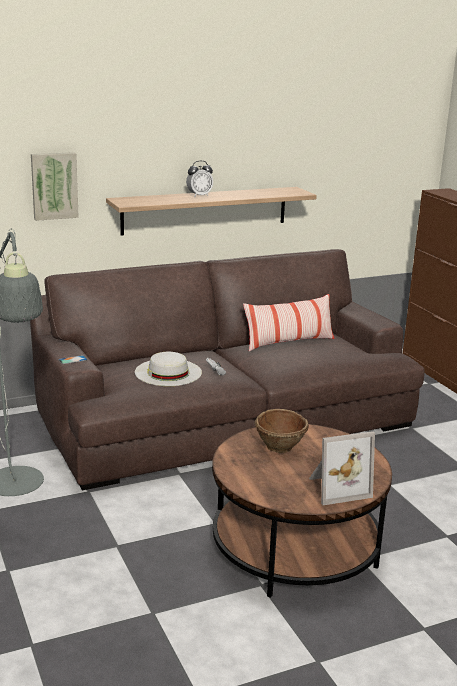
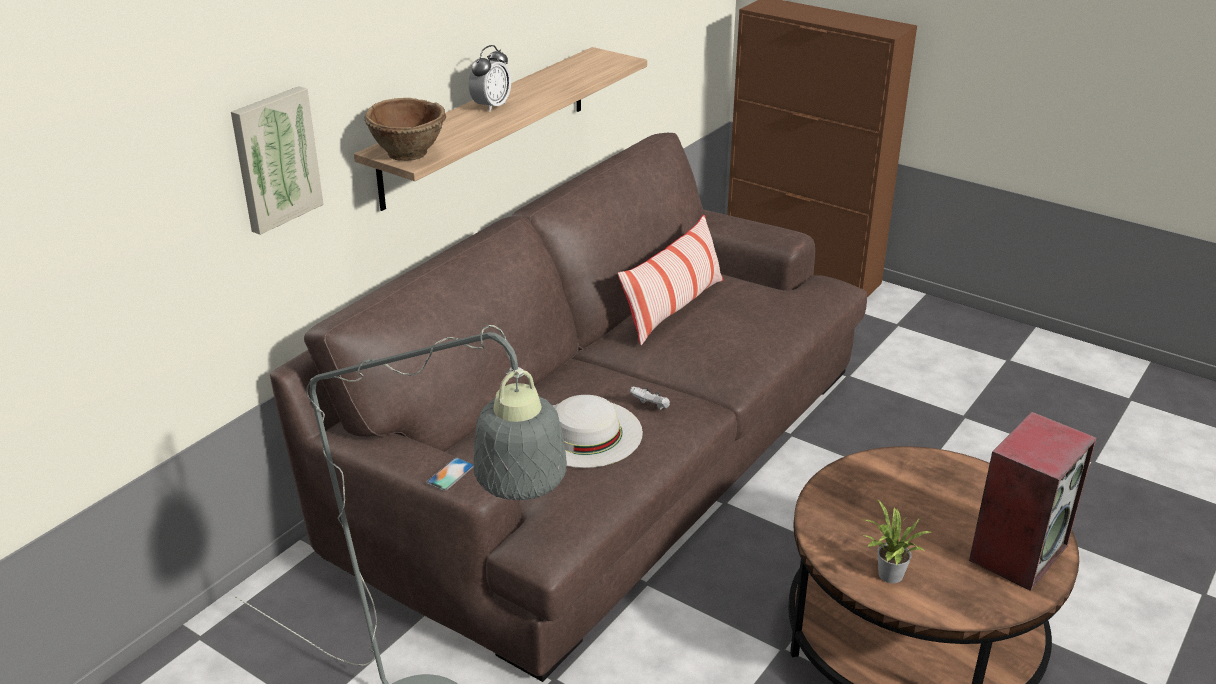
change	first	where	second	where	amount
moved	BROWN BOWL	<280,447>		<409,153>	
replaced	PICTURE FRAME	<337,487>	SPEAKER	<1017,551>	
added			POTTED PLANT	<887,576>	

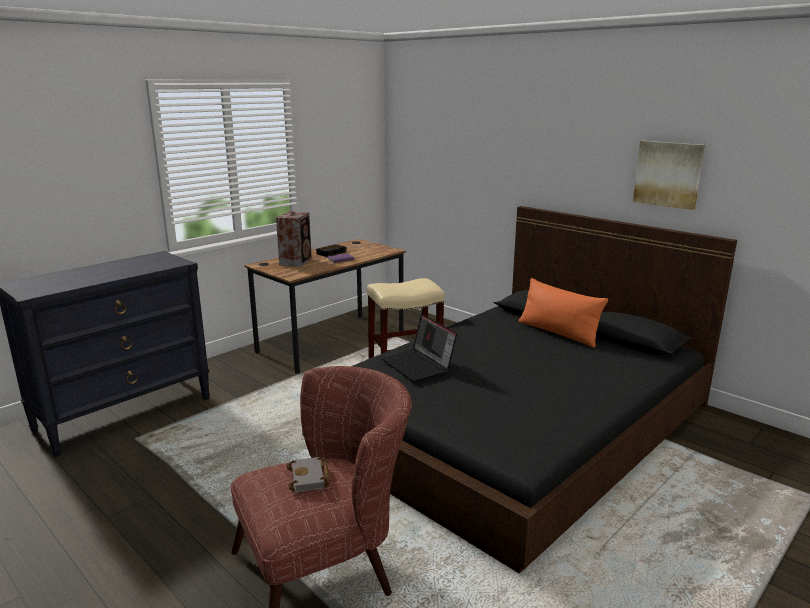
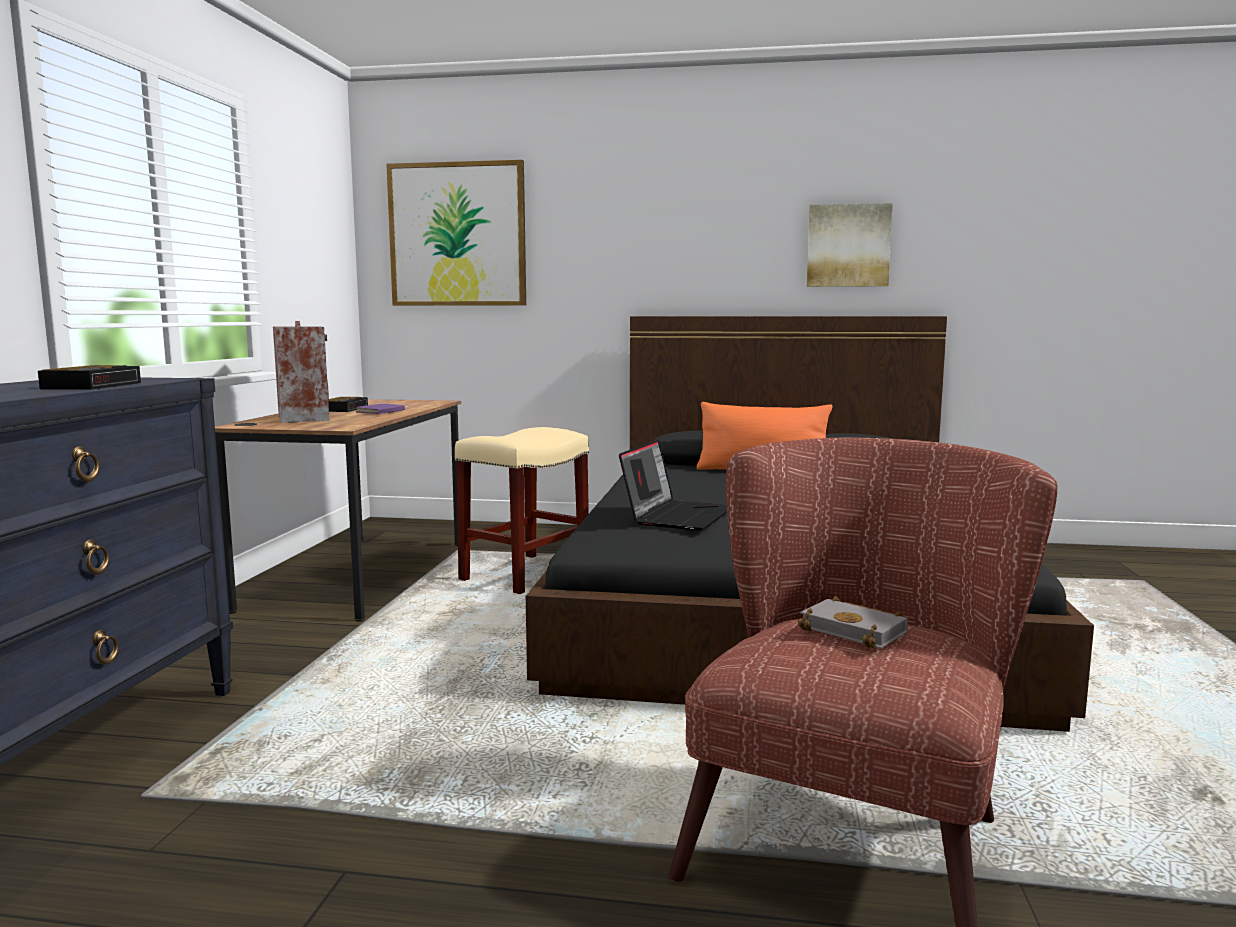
change	first	where	second	where	amount
turned	LAPTOP	<419,365>		<677,516>	90 degrees counterclockwise
added			ALARM CLOCK	<94,385>	
added			PICTURE	<457,235>	

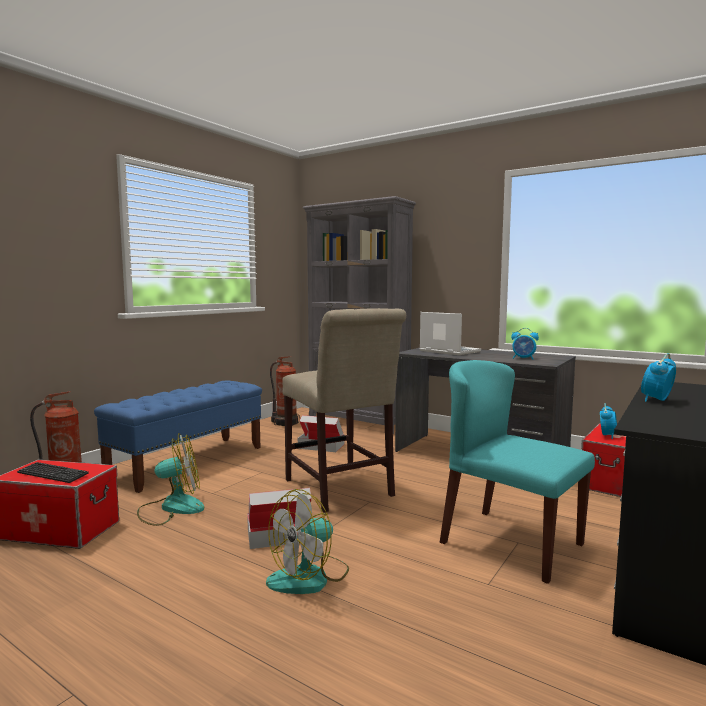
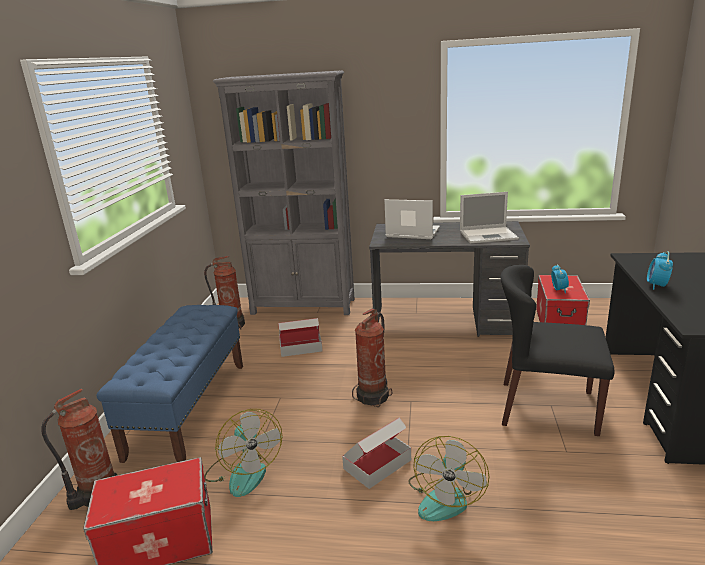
change	first	where	second	where	amount
removed	KEYBOARD	<52,474>			
turned	FAN	<171,508>		<243,471>	105 degrees clockwise
replaced	BEIGE CHAIR	<341,490>	FIRE EXTINGUISHER	<374,396>	
recoloured	TURQUOISE CHAIR	<510,543>	BLACK CHAIR	<546,408>	
replaced	ALARM CLOCK	<523,359>	LAPTOP	<489,235>	

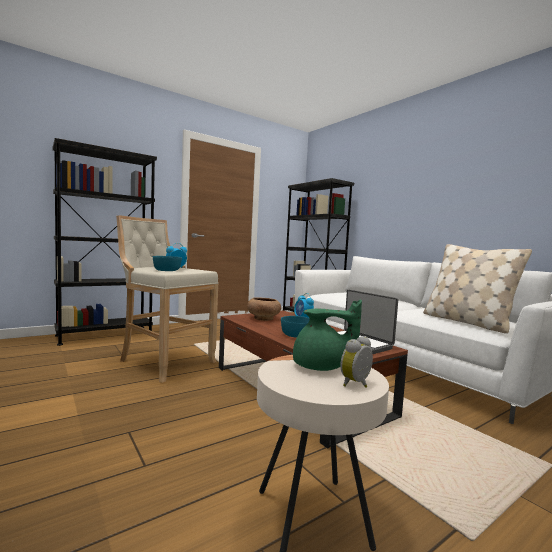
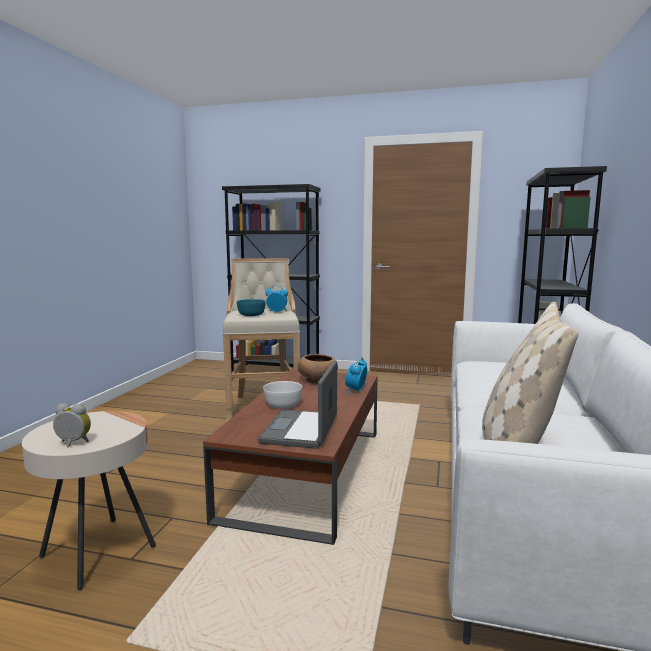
change	first	where	second	where	amount
recoloured	TURQUOISE BOWL	<296,335>	WHITE BOWL	<283,404>	
removed	GREEN TEAPOT	<321,367>			

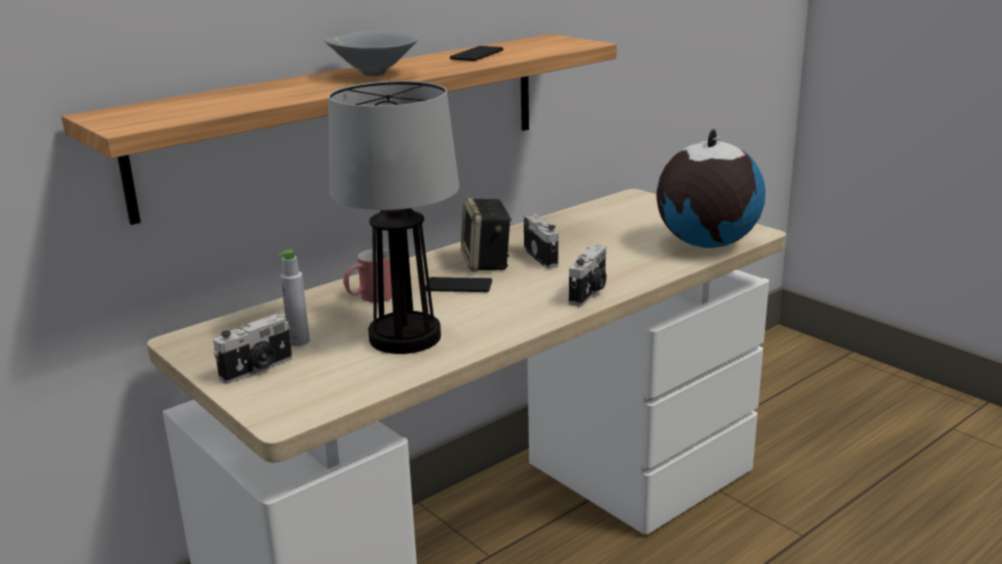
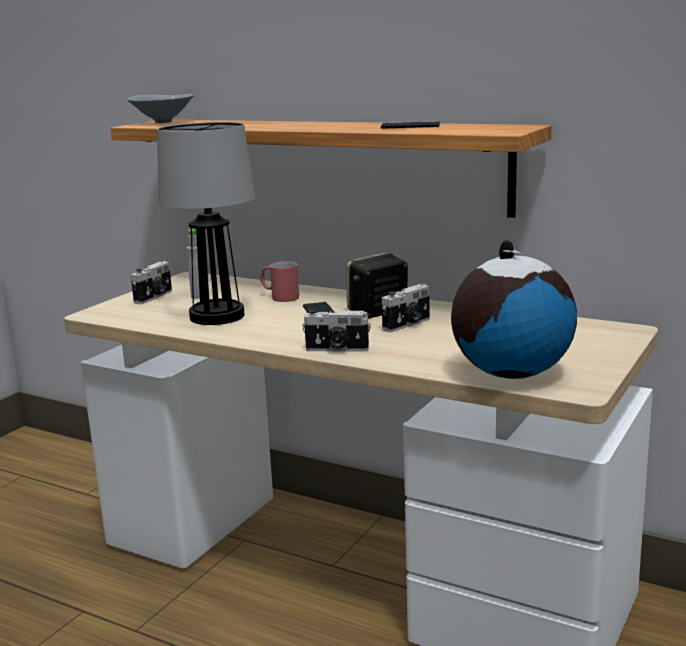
change	first	where	second	where	amount
turned	PHOTO CAMERA	<258,369>		<155,297>	90 degrees counterclockwise
moved	GREY BOWL	<372,74>		<164,122>	

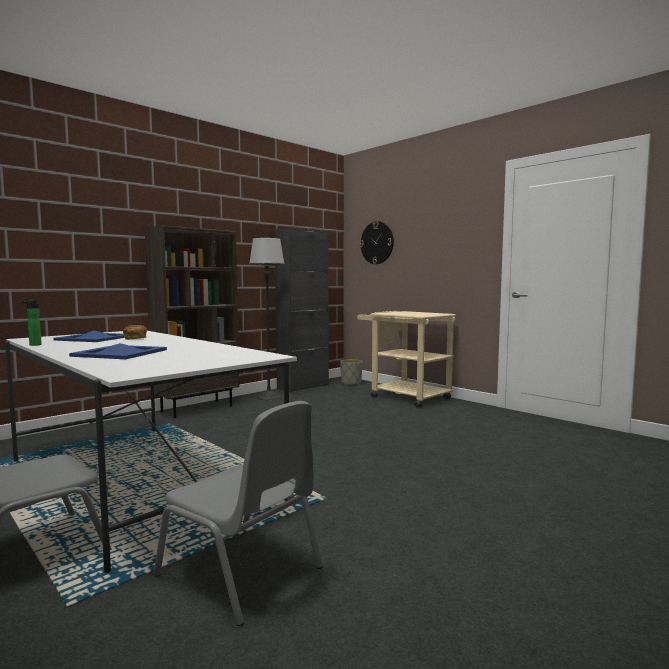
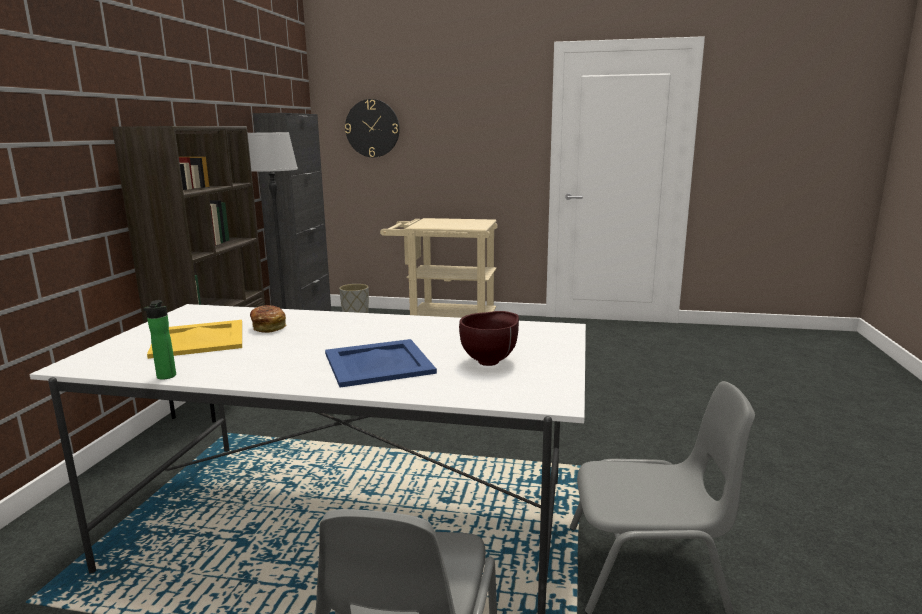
change	first	where	second	where	amount
recoloured	BLUE TRAY	<94,338>	YELLOW TRAY	<198,339>	
added			BROWN BOWL	<490,361>	

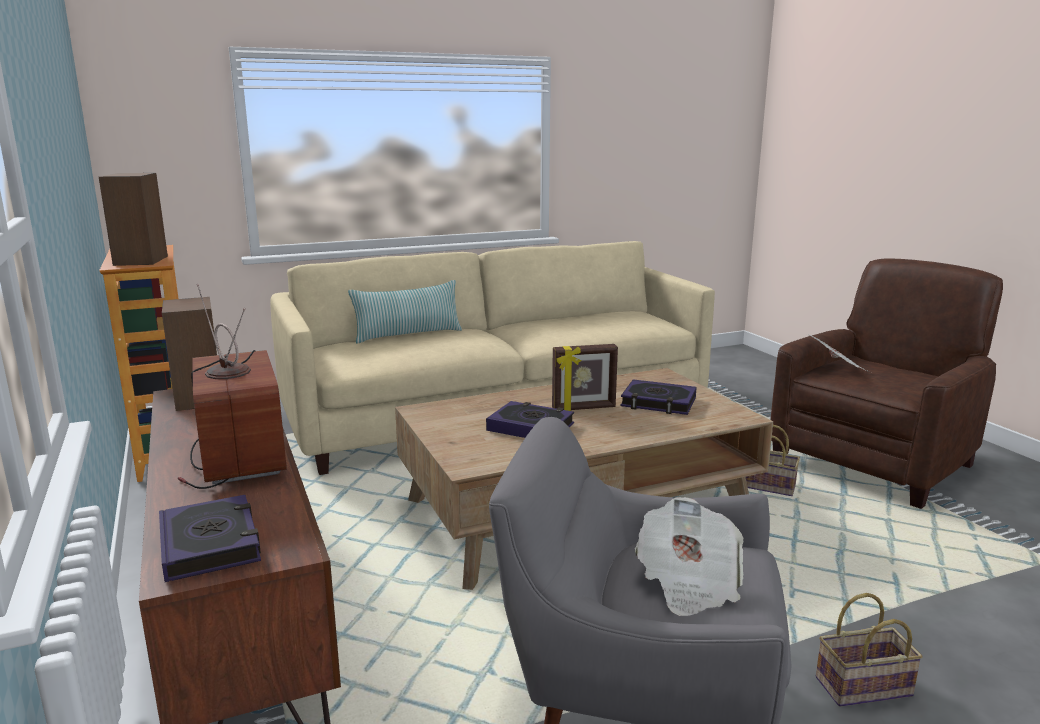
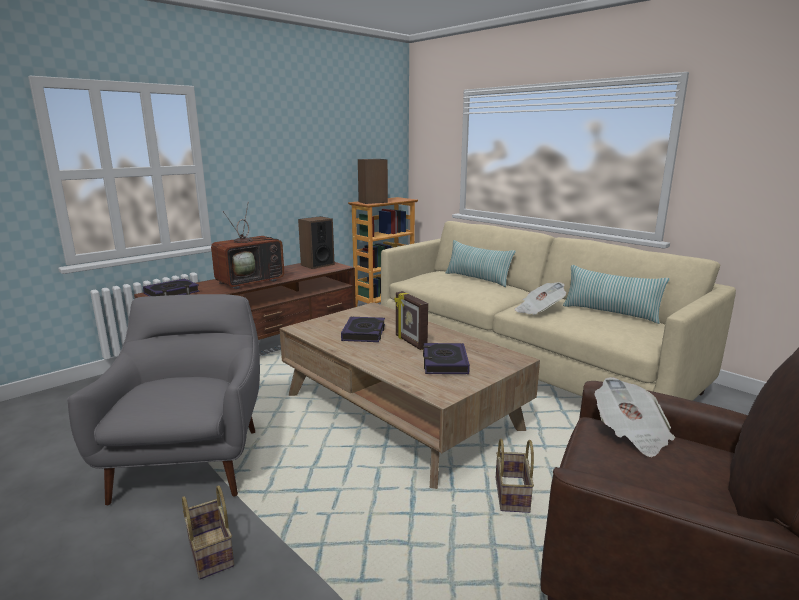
change	first	where	second	where	amount
moved	NEWSPAPER	<688,582>		<538,310>	
added			PILLOW	<610,313>	

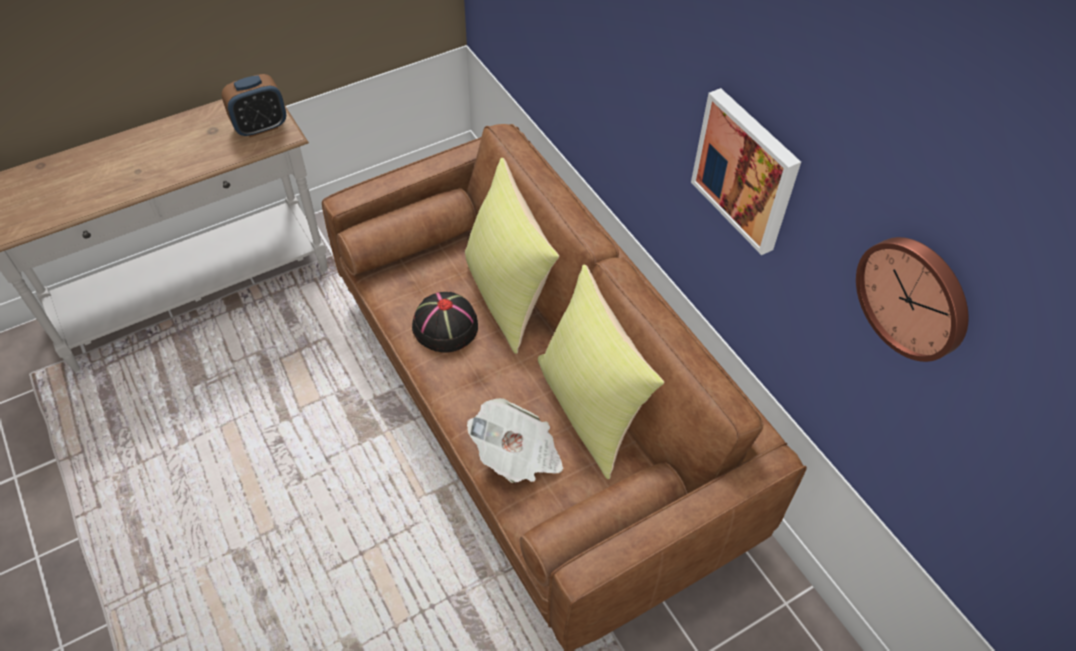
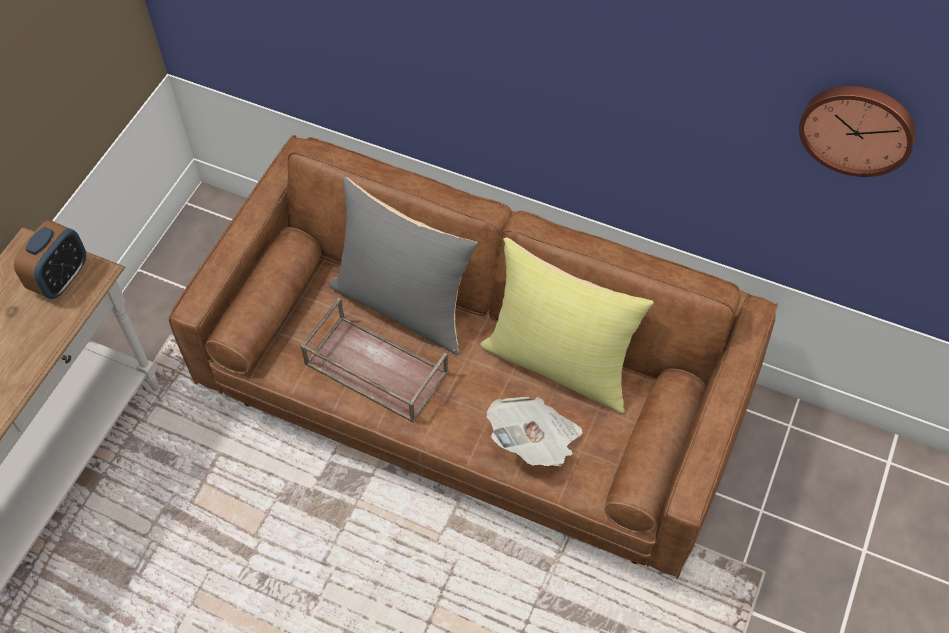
change	first	where	second	where	amount
replaced	BLACK HAT	<445,326>	BROWN TRAY	<374,369>	
recoloured	YELLOW PILLOW	<508,295>	GREY PILLOW	<404,304>	
removed	PICTURE	<747,170>			

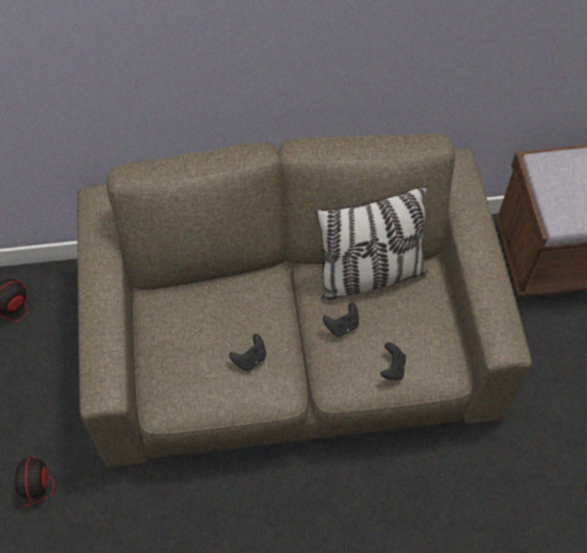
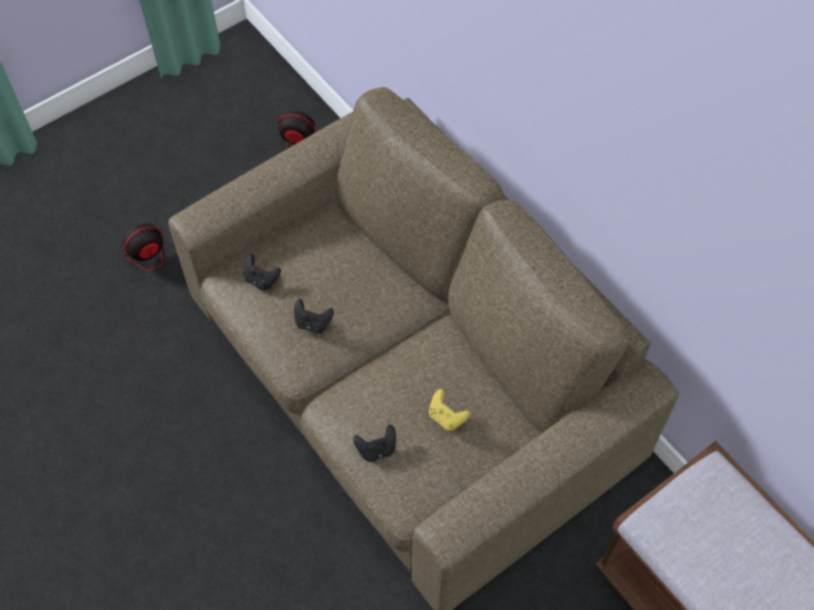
change	first	where	second	where	amount
removed	PILLOW	<370,275>			
moved	BLACK GAME CONTROLLER	<342,326>		<261,280>	
added			YELLOW GAME CONTROLLER	<446,417>	

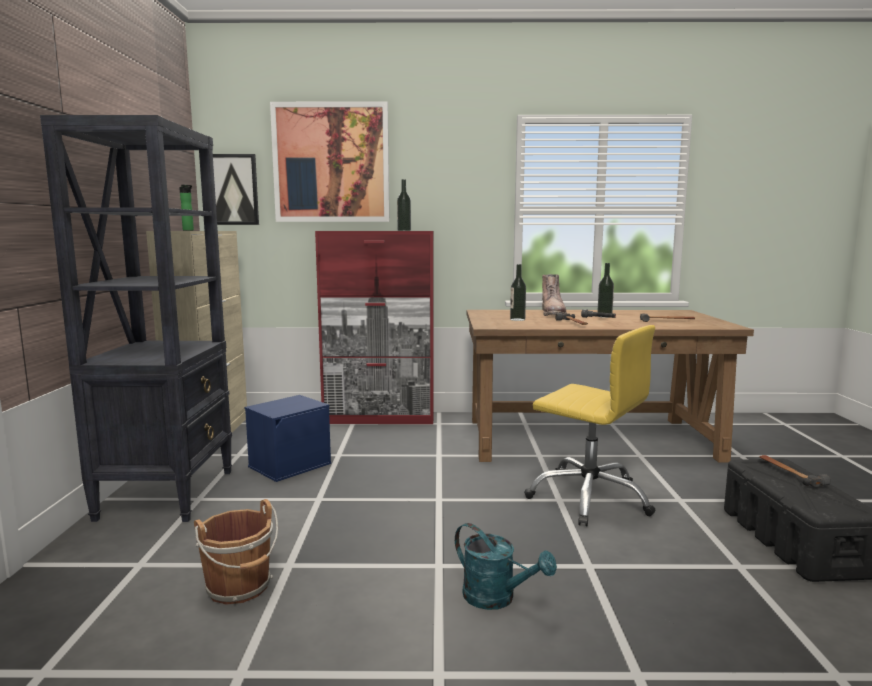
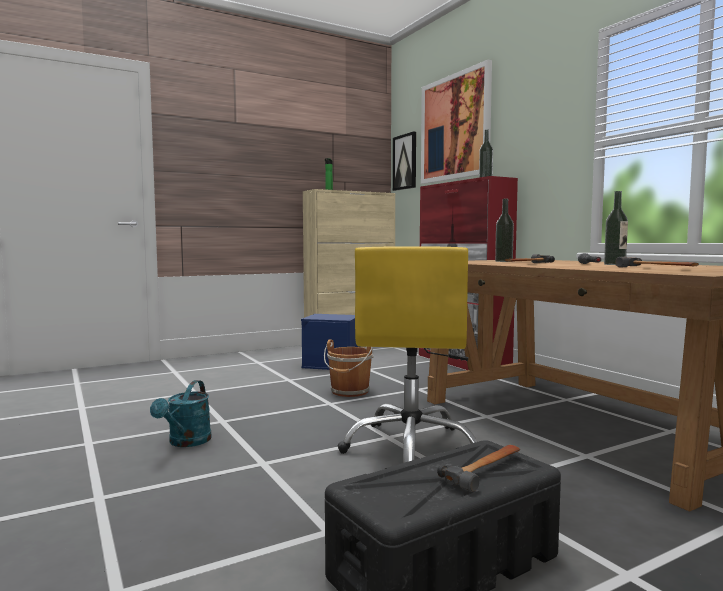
change	first	where	second	where	amount
removed	BLACK BOOKCASE	<168,494>			
moved	BROWN BUCKET	<240,588>		<349,392>	
removed	BROWN BOOT	<553,314>			

